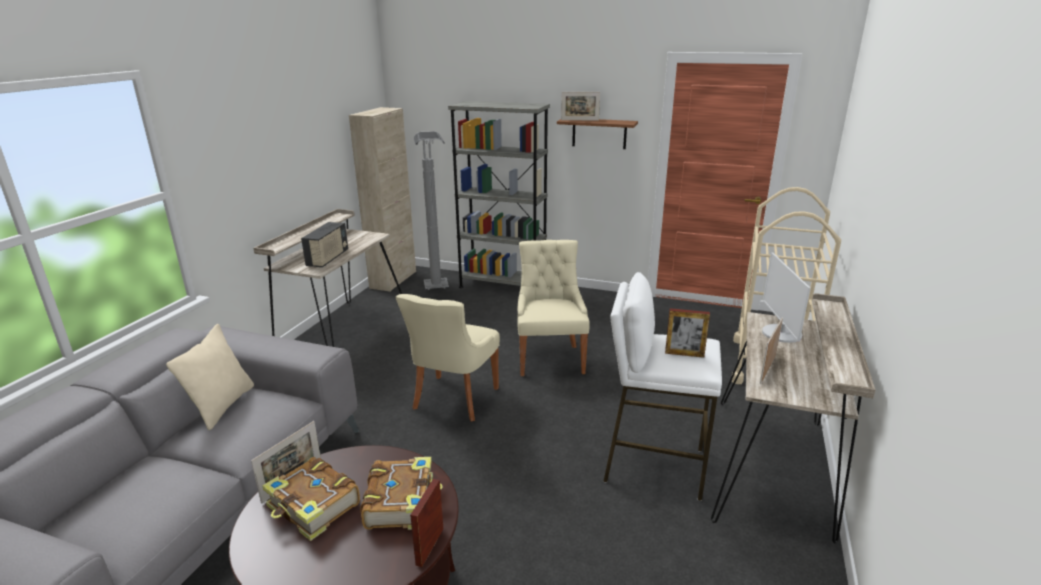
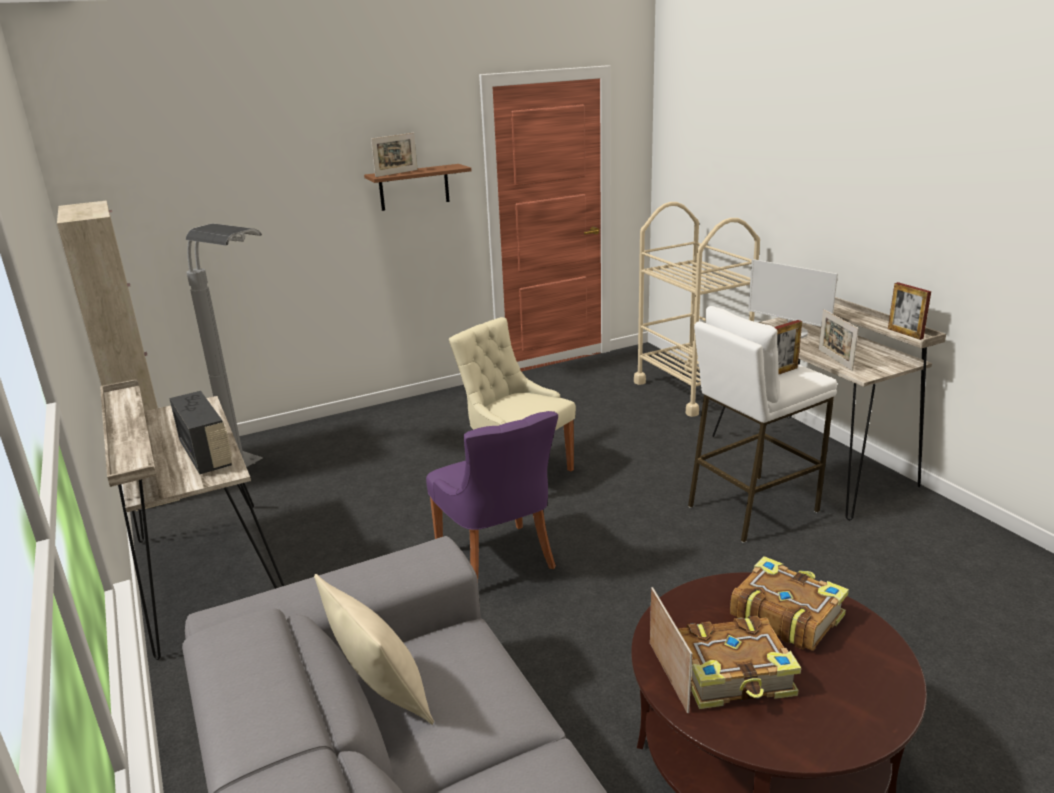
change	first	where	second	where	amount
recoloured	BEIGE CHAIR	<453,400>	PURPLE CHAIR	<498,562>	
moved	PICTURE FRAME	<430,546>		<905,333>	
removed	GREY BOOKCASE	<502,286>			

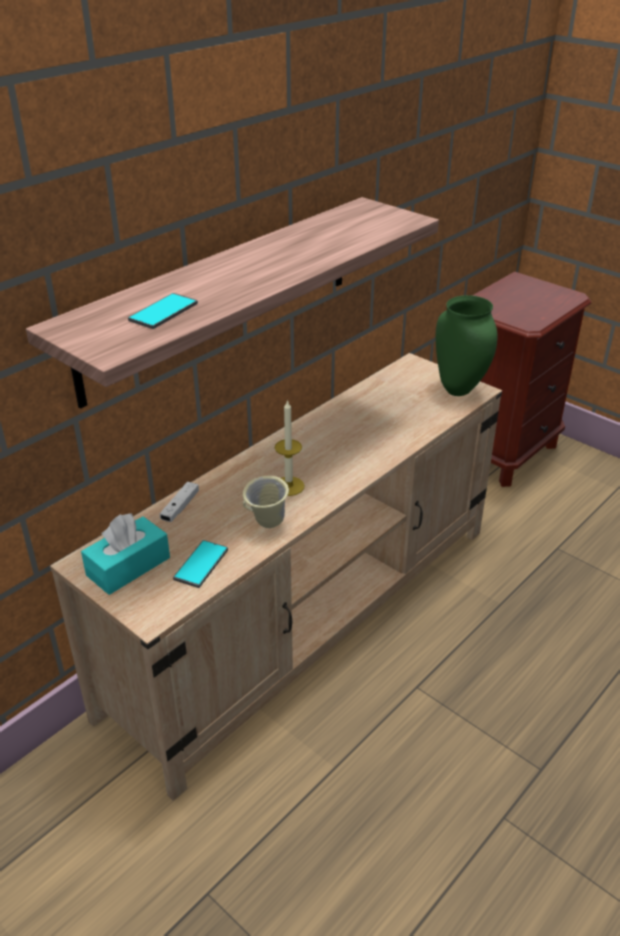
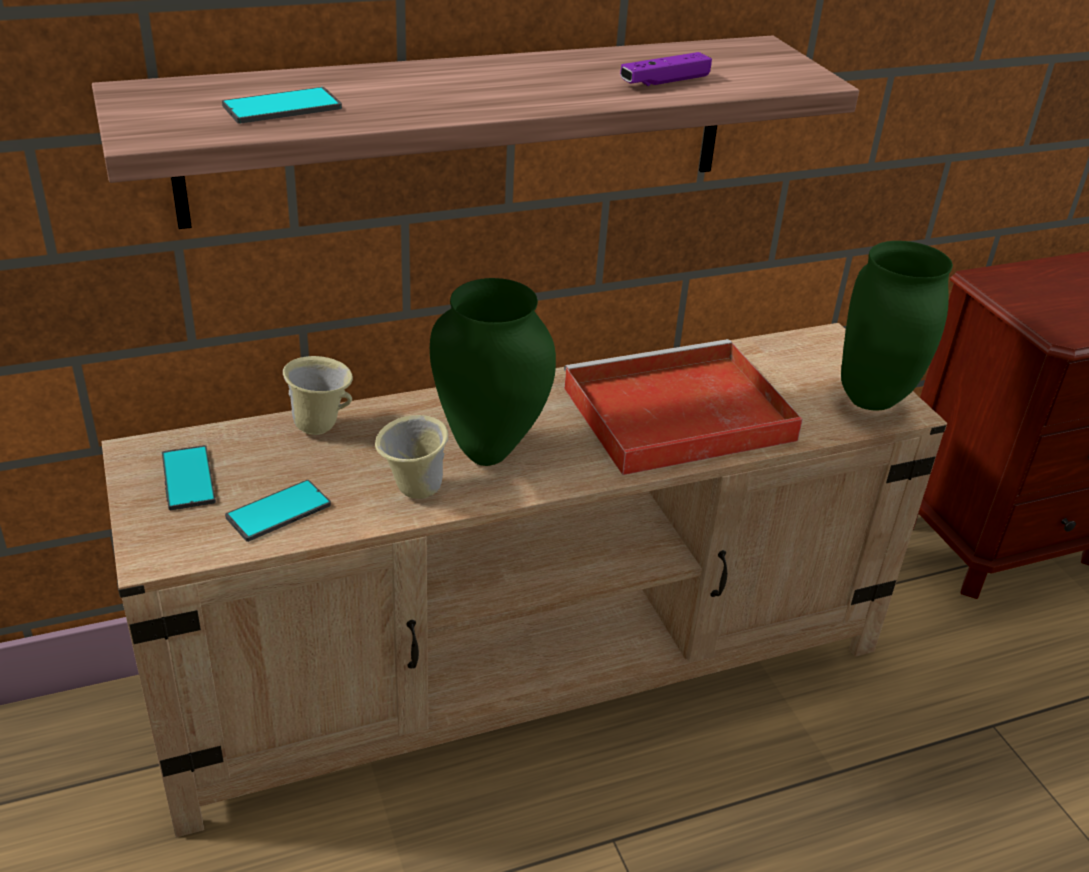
change	first	where	second	where	amount
replaced	TURQUOISE TISSUE BOX	<128,566>	PHONE	<188,478>	
replaced	WHITE GAME CONTROLLER	<180,507>	BEIGE MUG	<321,426>	
replaced	CANDLE	<289,486>	GREEN VASE	<490,450>	
added			RED TRAY	<674,415>	
added			PURPLE GAME CONTROLLER	<664,81>	

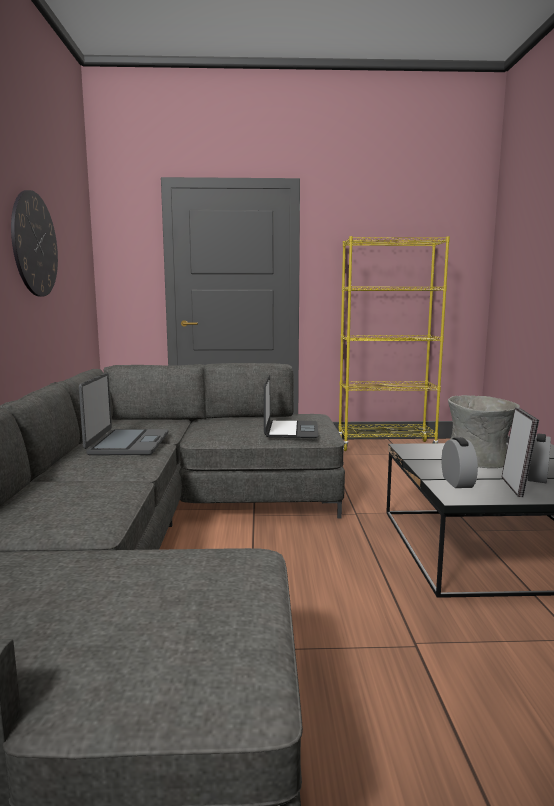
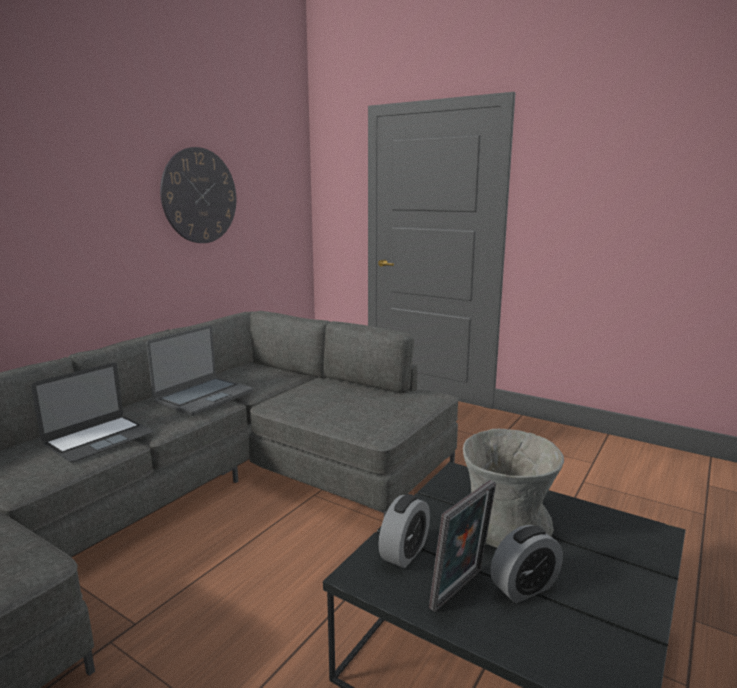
change	first	where	second	where	amount
moved	LAPTOP	<291,429>		<99,438>	
removed	YELLOW BOOKCASE	<386,446>			

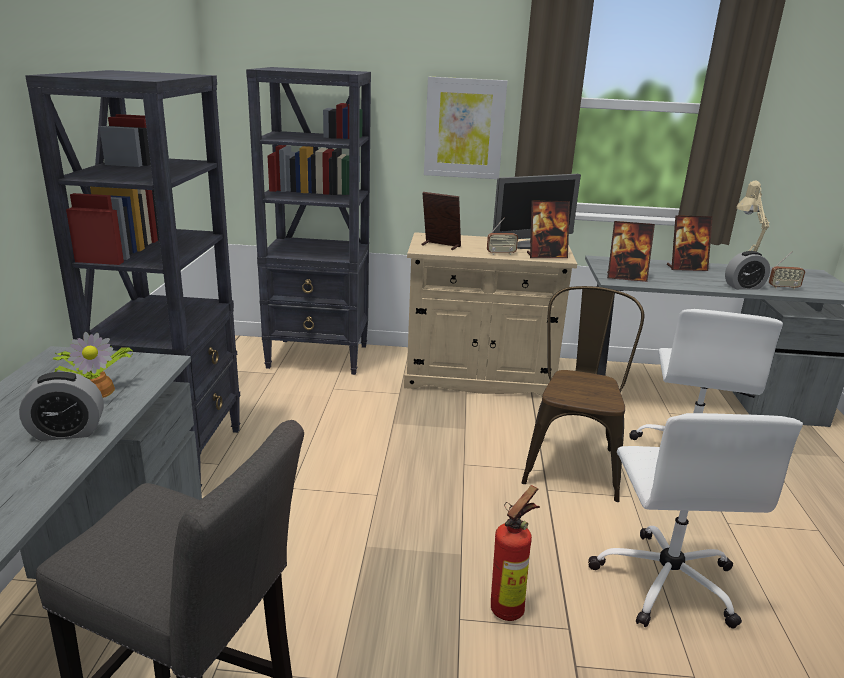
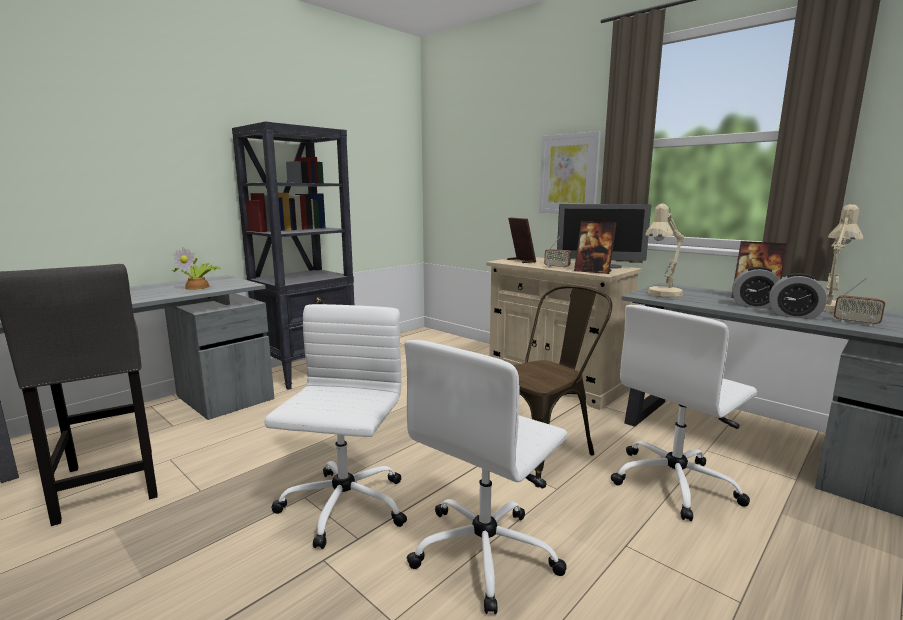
change	first	where	second	where	amount
moved	ALARM CLOCK	<67,432>		<754,306>	
removed	BLACK BOOKCASE	<319,357>			
replaced	FIRE EXTINGUISHER	<510,607>	WHITE OFFICE CHAIR	<343,507>	
replaced	PICTURE FRAME	<626,277>	BEIGE TABLE LAMP	<661,295>	

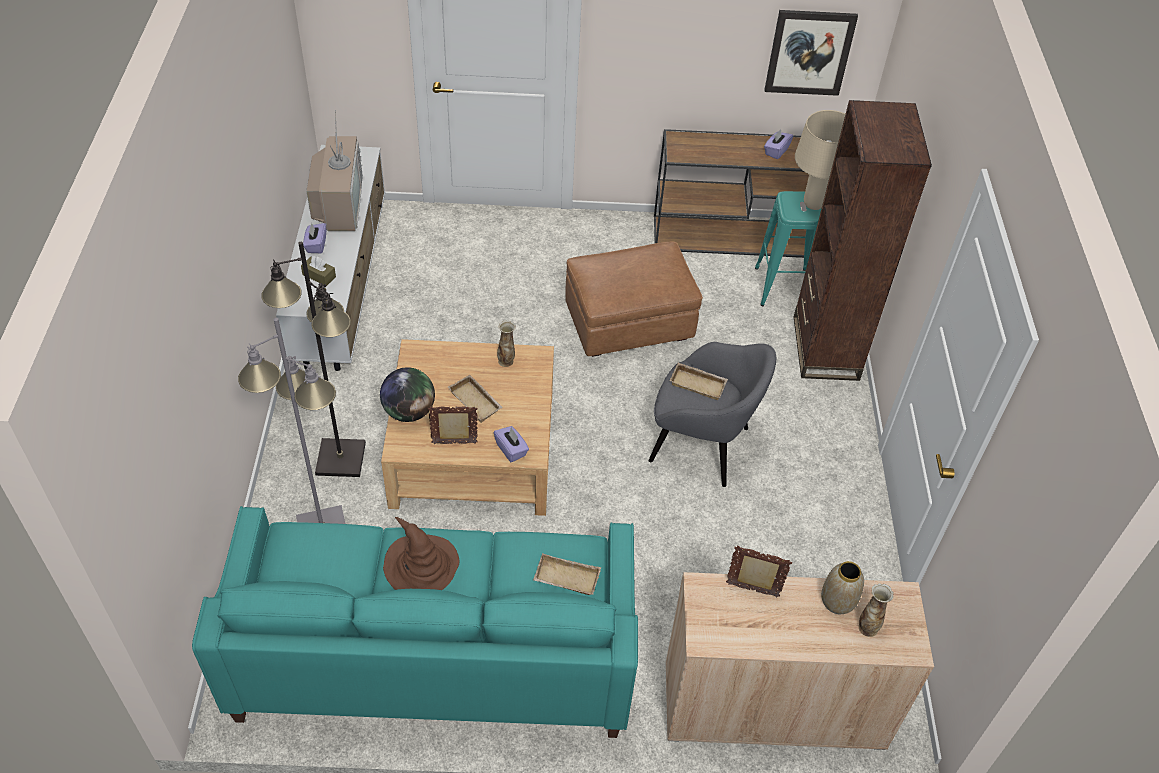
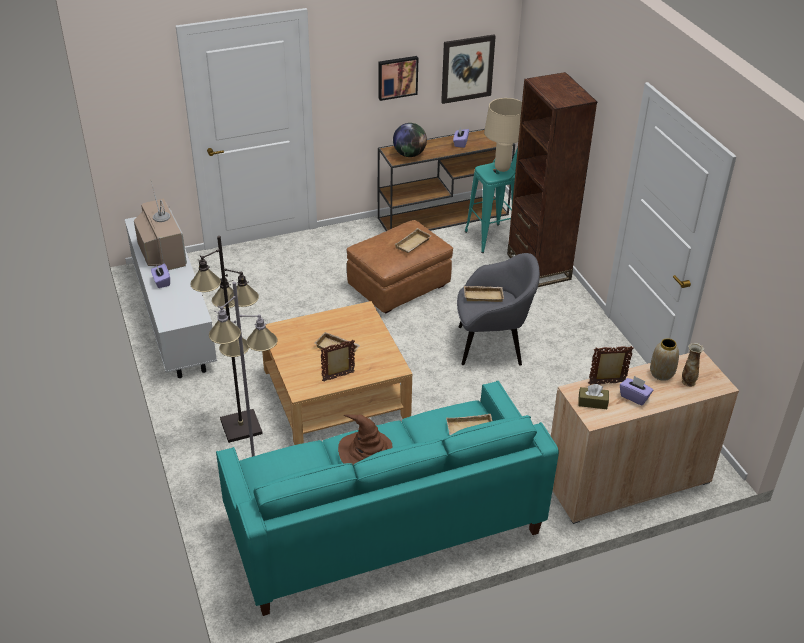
change	first	where	second	where	amount
moved	BROWN TISSUE BOX	<319,276>		<592,402>	
moved	GLOBE	<409,411>		<409,154>	
moved	PURPLE TISSUE BOX	<511,450>		<634,397>	
removed	VASE	<506,361>			
added			PICTURE	<397,77>	
added			BEIGE TRAY	<413,244>	

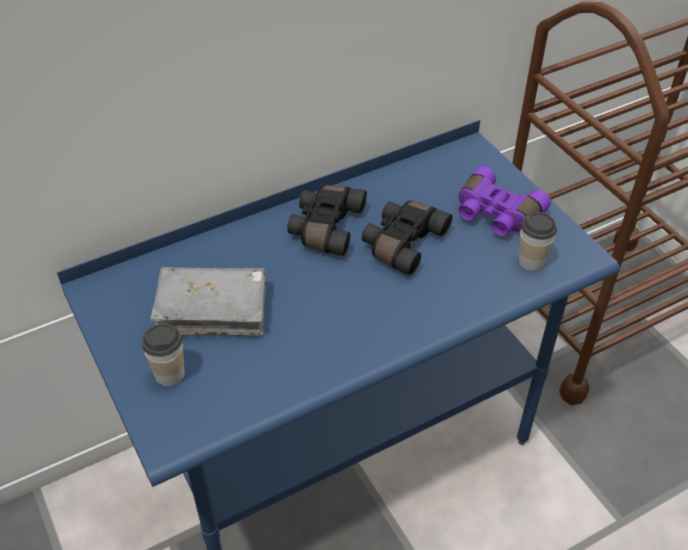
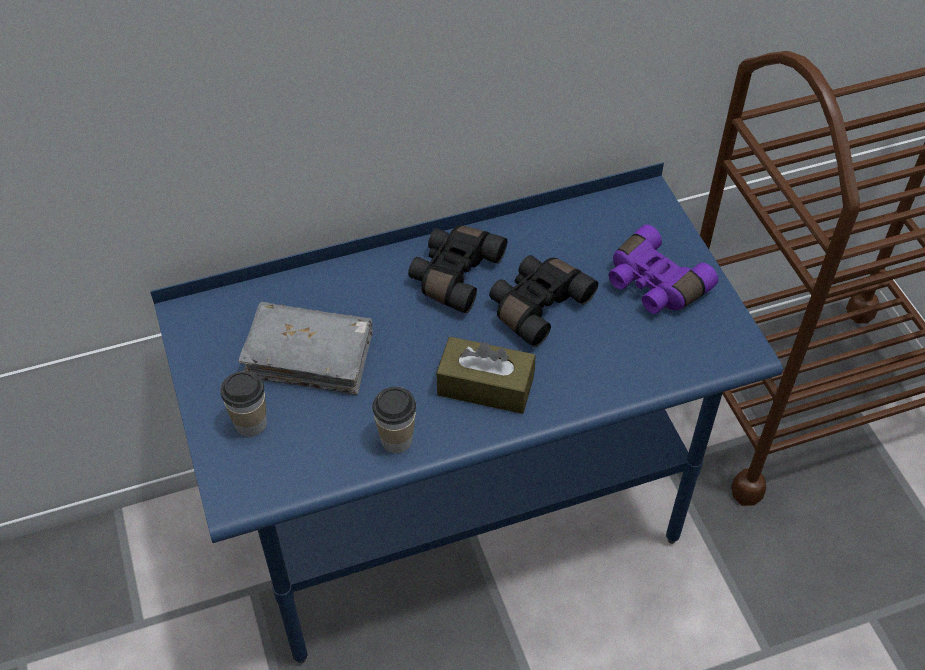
change	first	where	second	where	amount
moved	CUP	<531,261>		<396,439>	
added			BROWN TISSUE BOX	<485,386>	

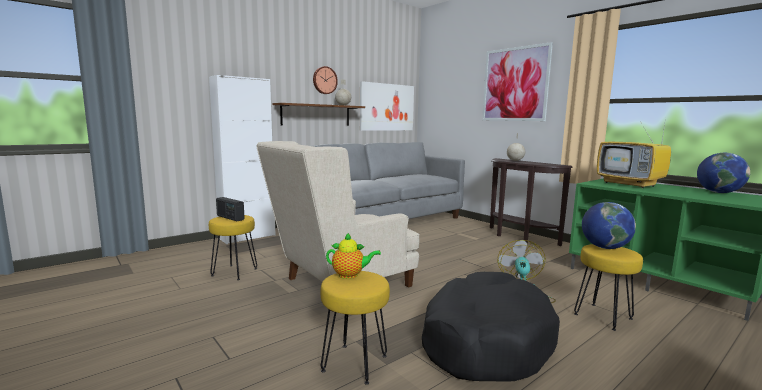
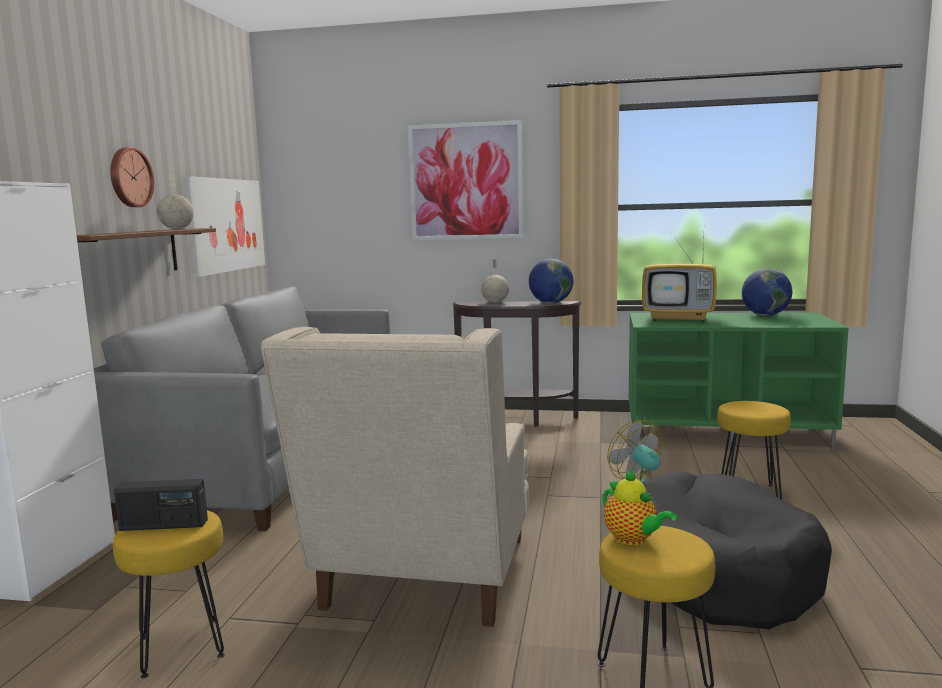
change	first	where	second	where	amount
turned	TEAPOT	<350,275>		<633,540>	90 degrees clockwise
moved	GLOBE	<604,247>		<550,303>	

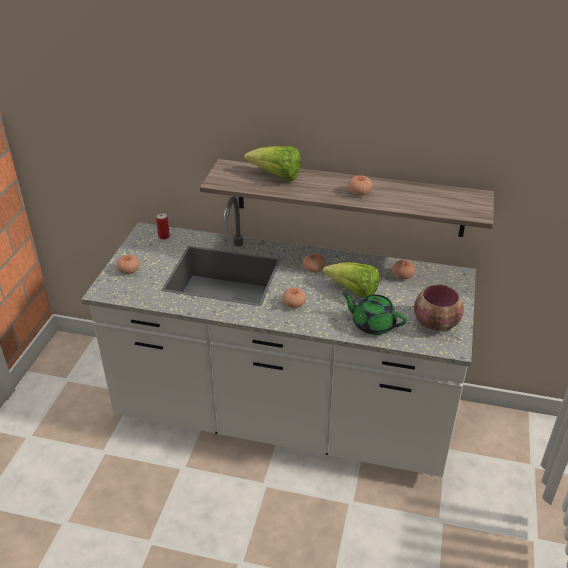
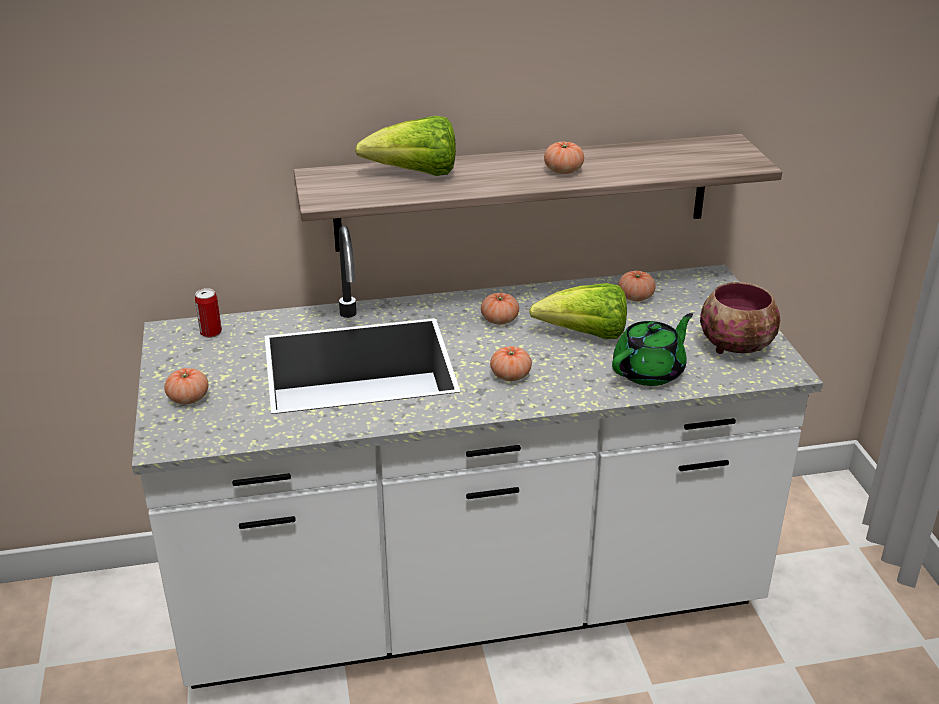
change	first	where	second	where	amount
turned	GREEN TEAPOT	<372,324>		<649,371>	135 degrees clockwise

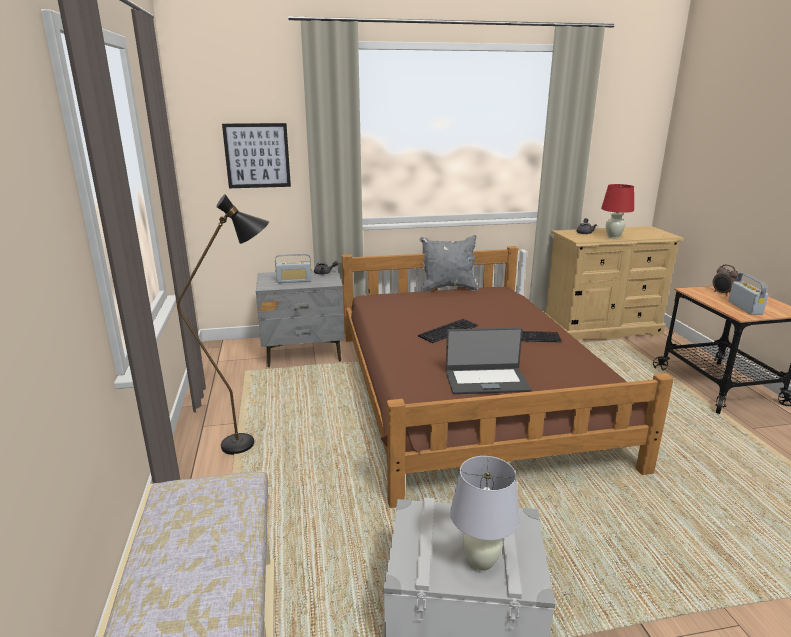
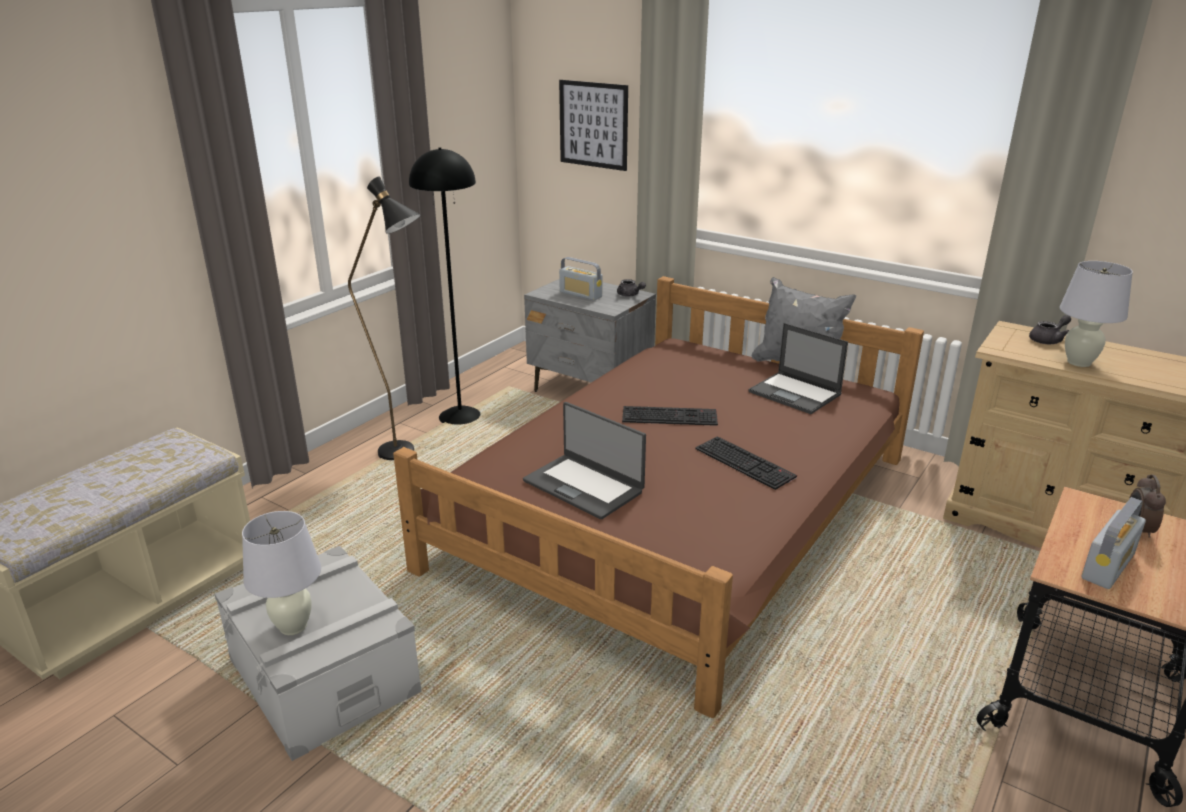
change	first	where	second	where	amount
recoloured	RED TABLE LAMP	<613,237>	WHITE TABLE LAMP	<1078,362>	
added			BLACK FLOOR LAMP	<460,416>	
added			LAPTOP	<795,393>	

